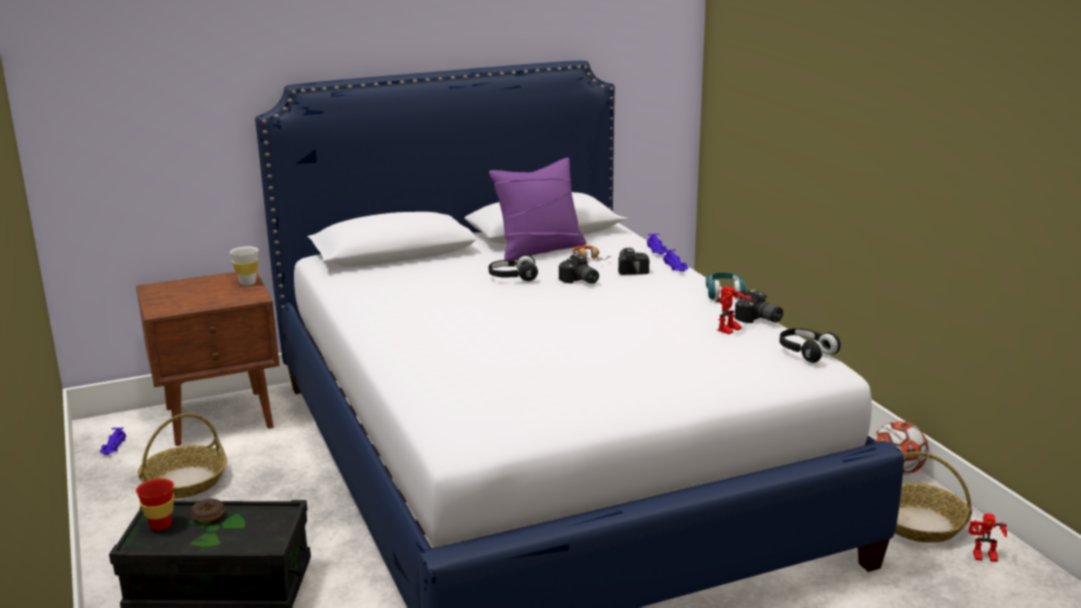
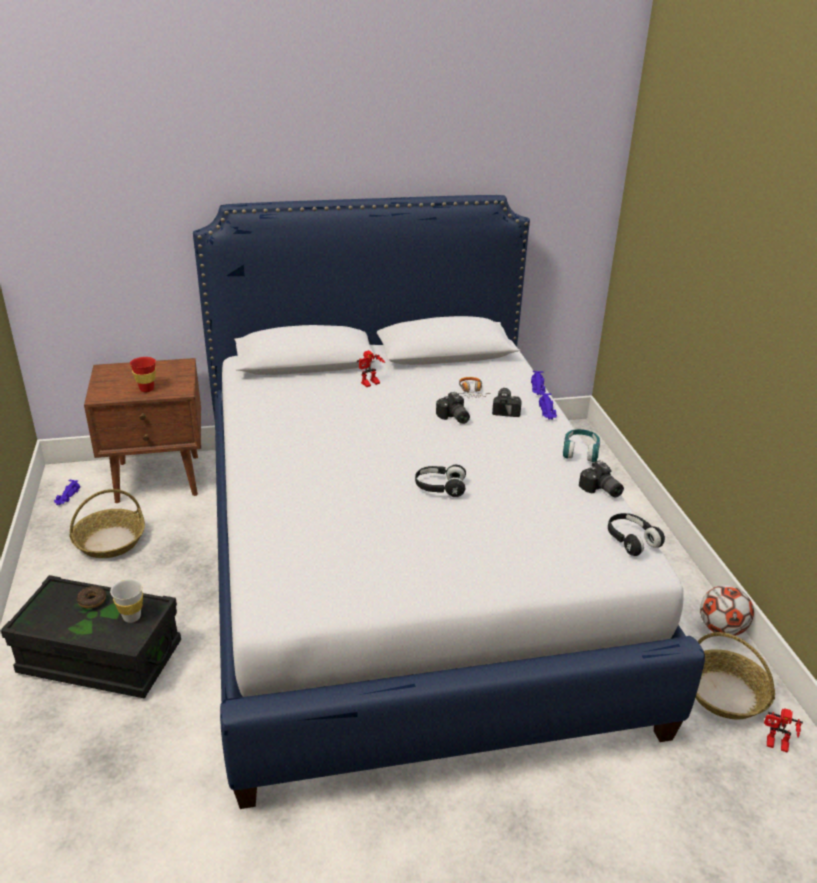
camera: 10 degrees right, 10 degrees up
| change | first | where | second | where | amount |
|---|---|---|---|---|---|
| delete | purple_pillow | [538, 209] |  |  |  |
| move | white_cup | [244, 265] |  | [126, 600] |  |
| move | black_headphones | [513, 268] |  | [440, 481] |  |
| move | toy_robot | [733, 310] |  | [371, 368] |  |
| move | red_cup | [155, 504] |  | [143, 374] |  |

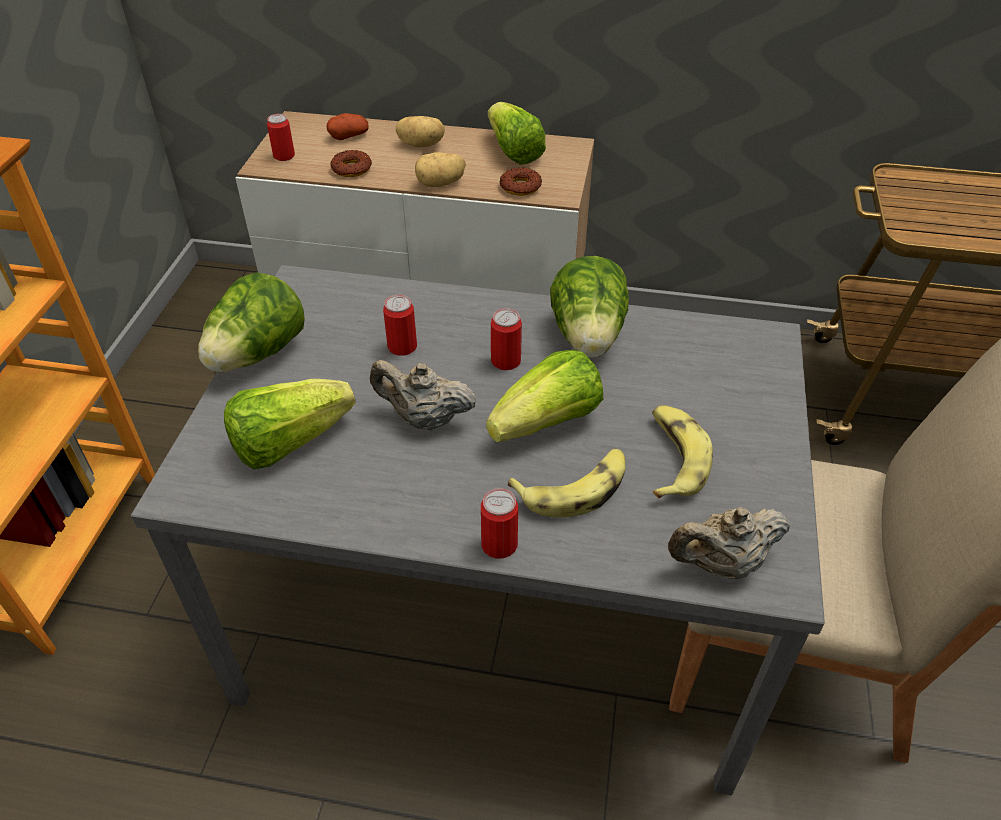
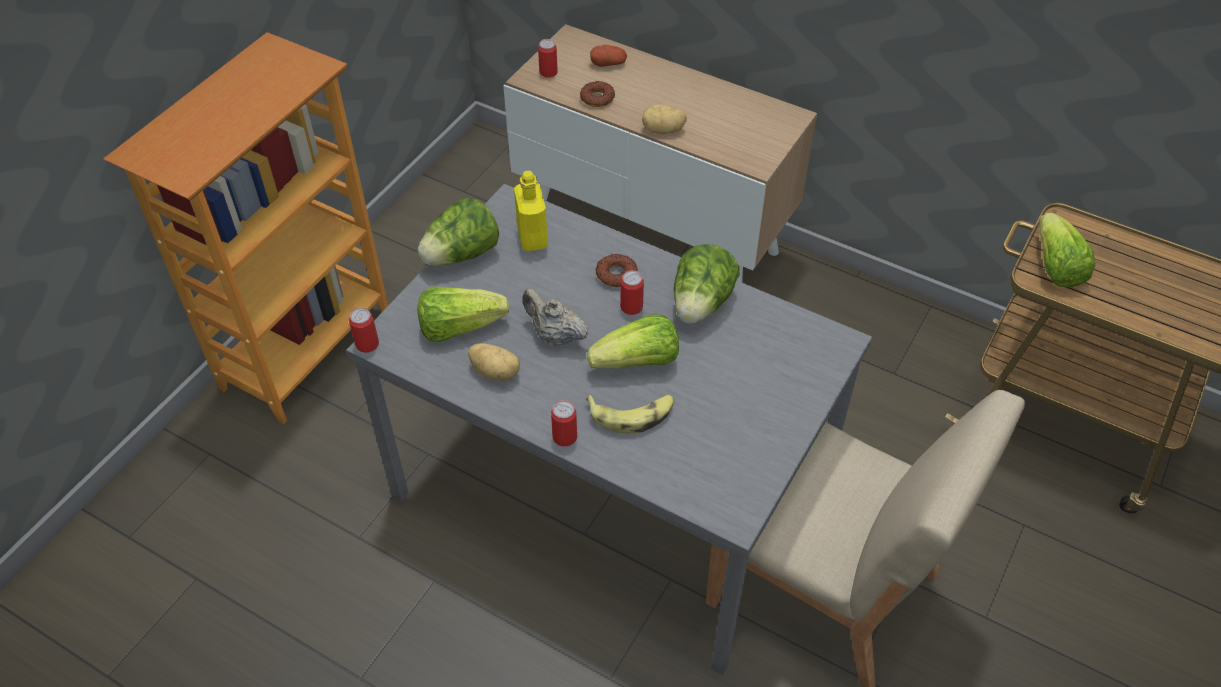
camera: 20 degrees right, 5 degrees up
| change | first | where | second | where | amount |
|---|---|---|---|---|---|
| move | lettuce | [517, 133] |  | [1067, 250] |  |
| move | potato | [420, 131] |  | [494, 362] |  |
| move | donut | [521, 181] |  | [617, 270] |  |
| move | can | [400, 325] |  | [364, 330] |  |
| delete | banana | [682, 451] |  |  |  |
| delete | beige_teapot | [729, 543] |  |  |  |
| insert |  |  | yellow_bottle | [531, 210] |  |

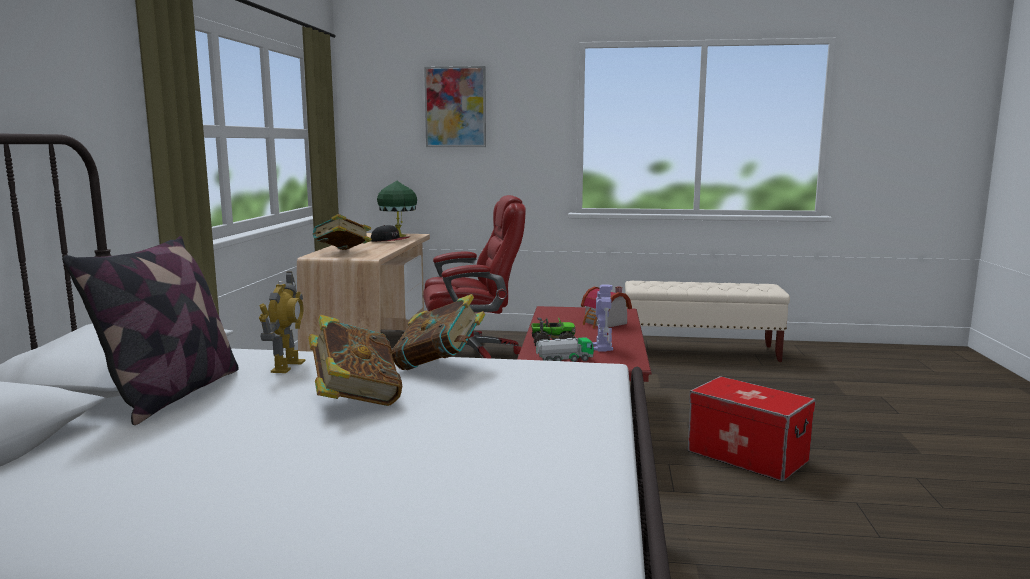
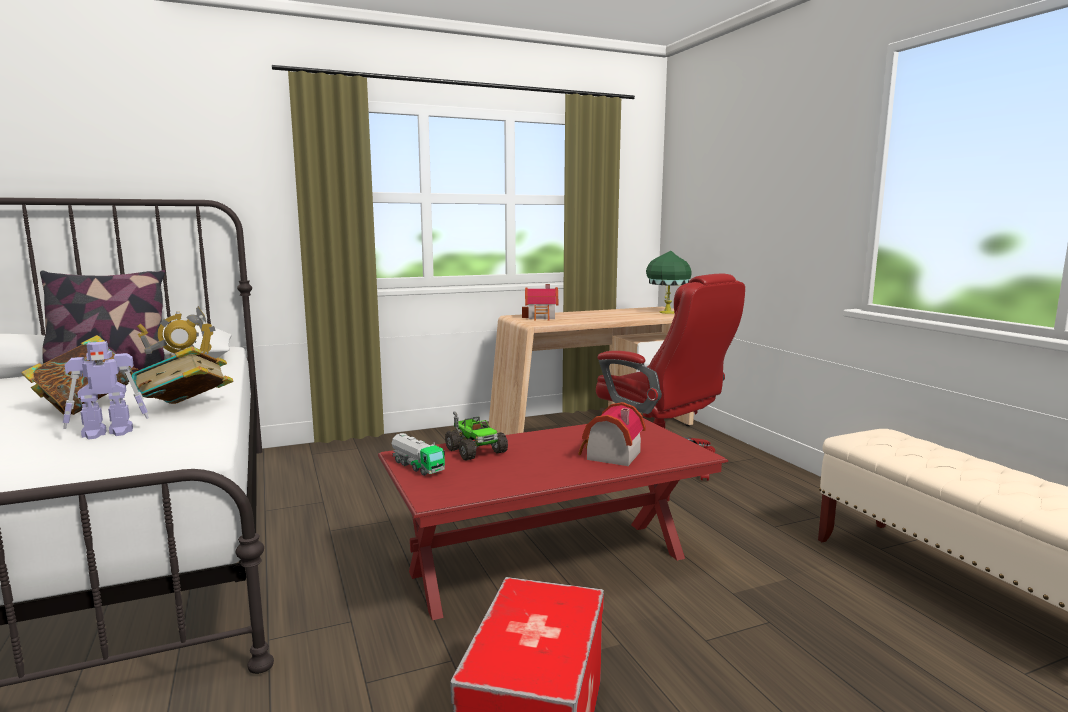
camera: 60 degrees right, 0 degrees up
| change | first | where | second | where | amount |
|---|---|---|---|---|---|
| delete | picture | [455, 106] |  |  |  |
| replace | book | [342, 232] | toy_house | [540, 302] |  |
| delete | cap | [389, 233] |  |  |  |
| move | toy_robot | [602, 318] |  | [106, 390] |  |

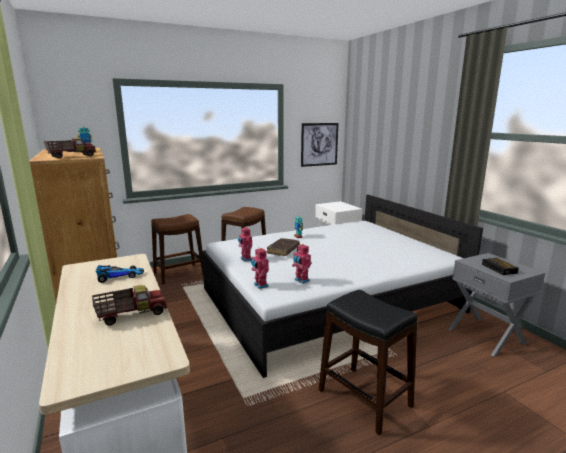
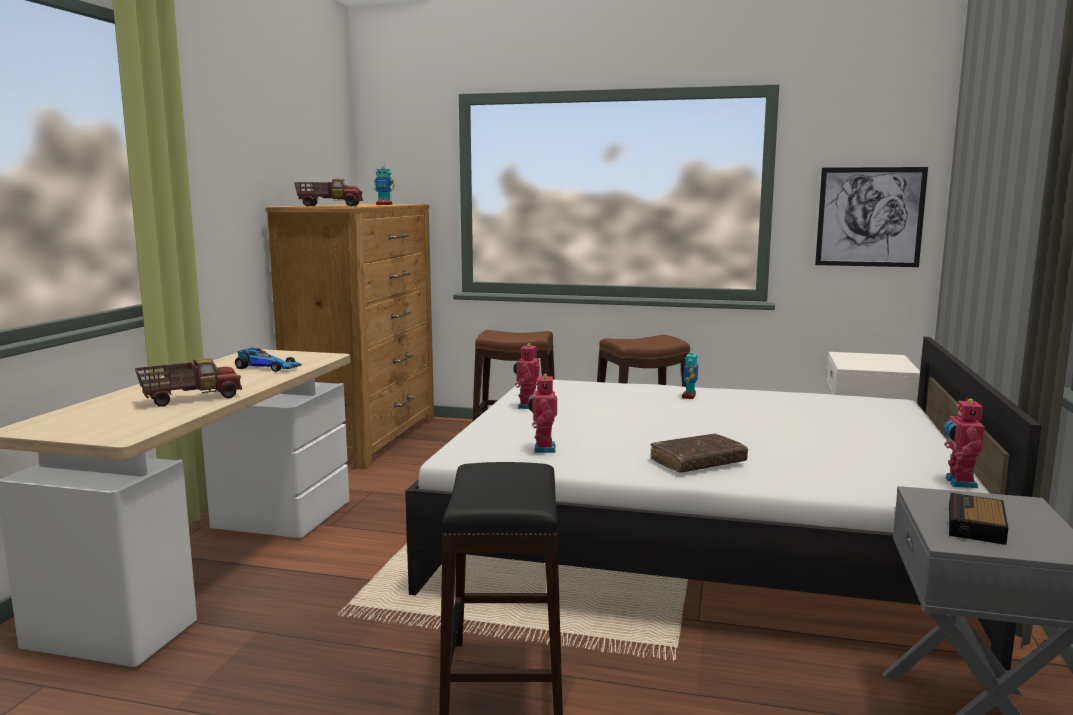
camera: 40 degrees right, 5 degrees down
| change | first | where | second | where | amount |
|---|---|---|---|---|---|
| move | brown_book | [283, 247] |  | [699, 453] |  |
| move | toy_robot | [260, 268] |  | [964, 443] |  |
| rotate | toy_truck | [129, 305] |  | [188, 382] | 45 degrees counterclockwise |

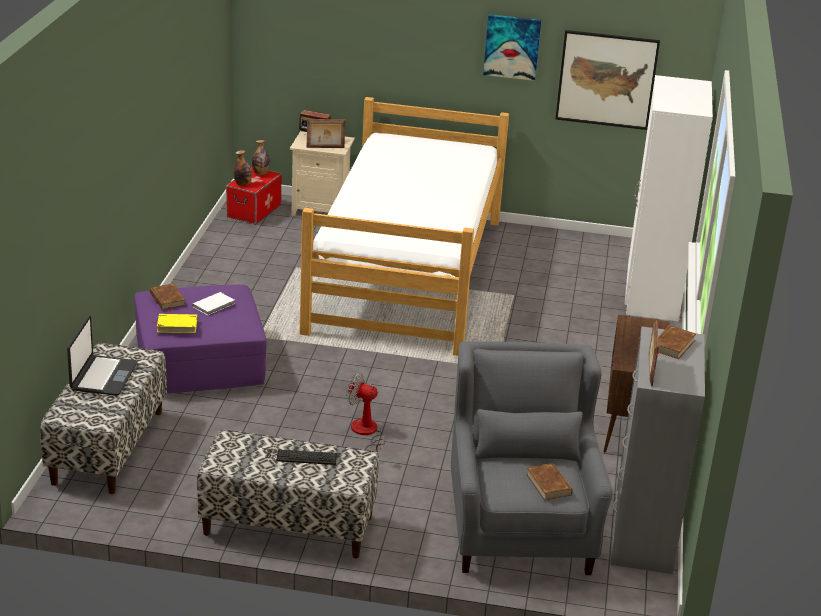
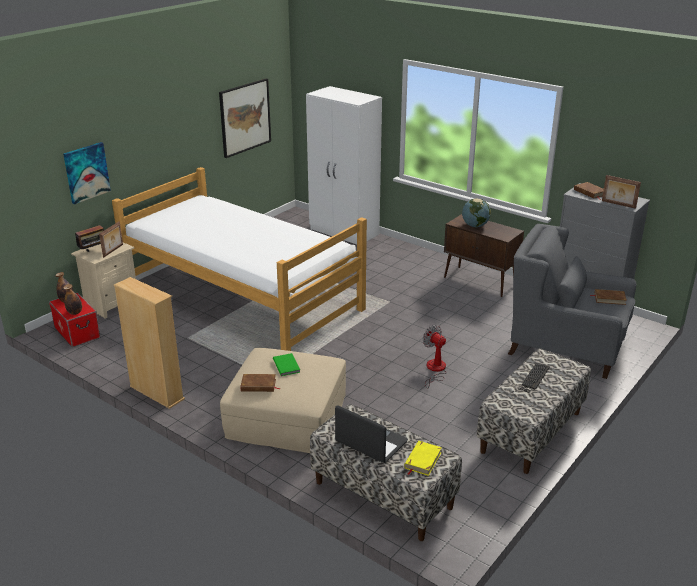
camera: 60 degrees left, 0 degrees up
| change | first | where | second | where | amount |
|---|---|---|---|---|---|
| move | picture | [512, 47] |  | [87, 173] |  |
| recolor | purple_ottoman | [200, 339] | beige_ottoman | [283, 400] |  |
| recolor | white_book | [213, 303] | green_book | [286, 364] |  |
| move | yellow_book | [174, 323] |  | [423, 458] |  |
| rotate | fan | [365, 413] |  | [435, 357] | 90 degrees clockwise |
| insert |  |  | globe | [476, 212] |  |
| insert |  |  | beige_bookcase | [149, 343] |  |

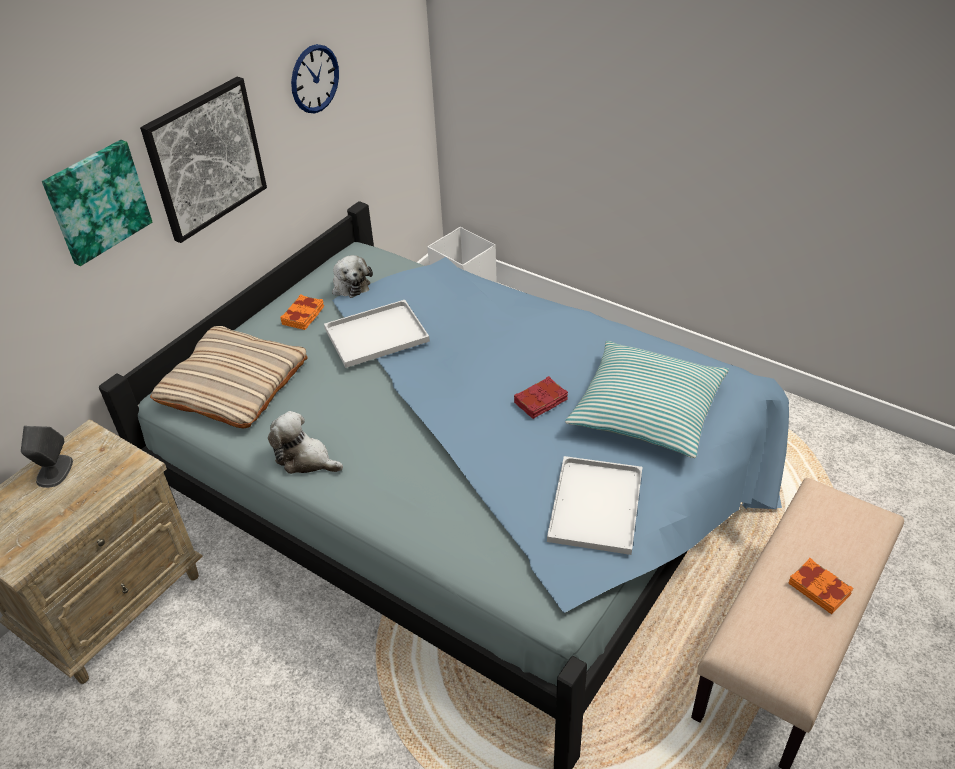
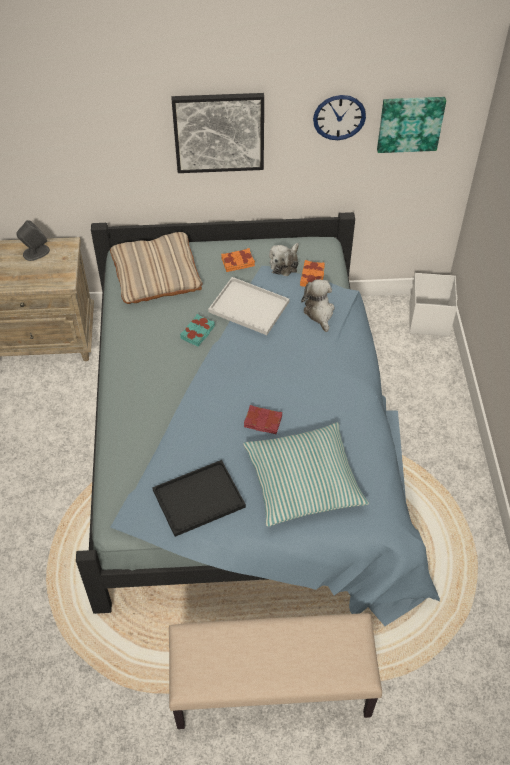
camera: 50 degrees right, 10 degrees up
| change | first | where | second | where | amount |
|---|---|---|---|---|---|
| move | picture | [97, 203] |  | [411, 125] |  |
| move | plush_toy | [305, 442] |  | [318, 305] |  |
| recolor | white_tray | [594, 505] | black_tray | [199, 498] |  |
| move | orange_book | [821, 586] |  | [312, 273] |  |
| insert |  |  | turquoise_book | [197, 330] |  |

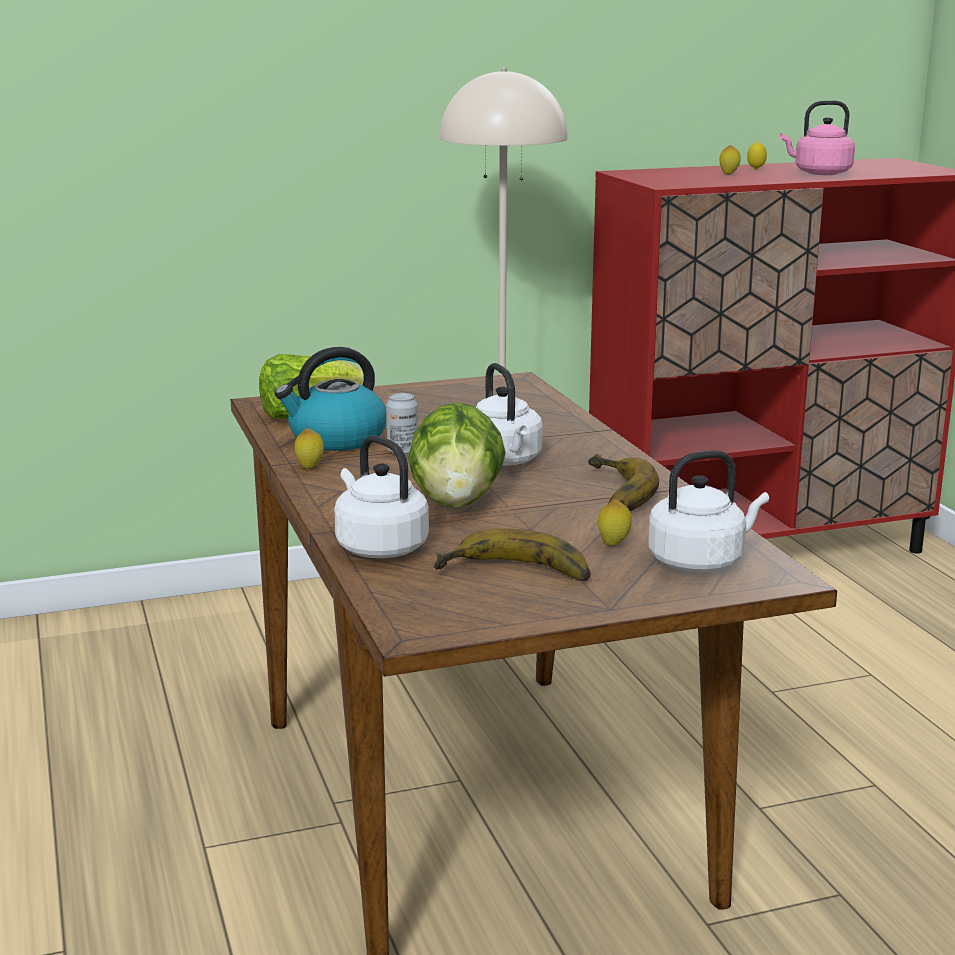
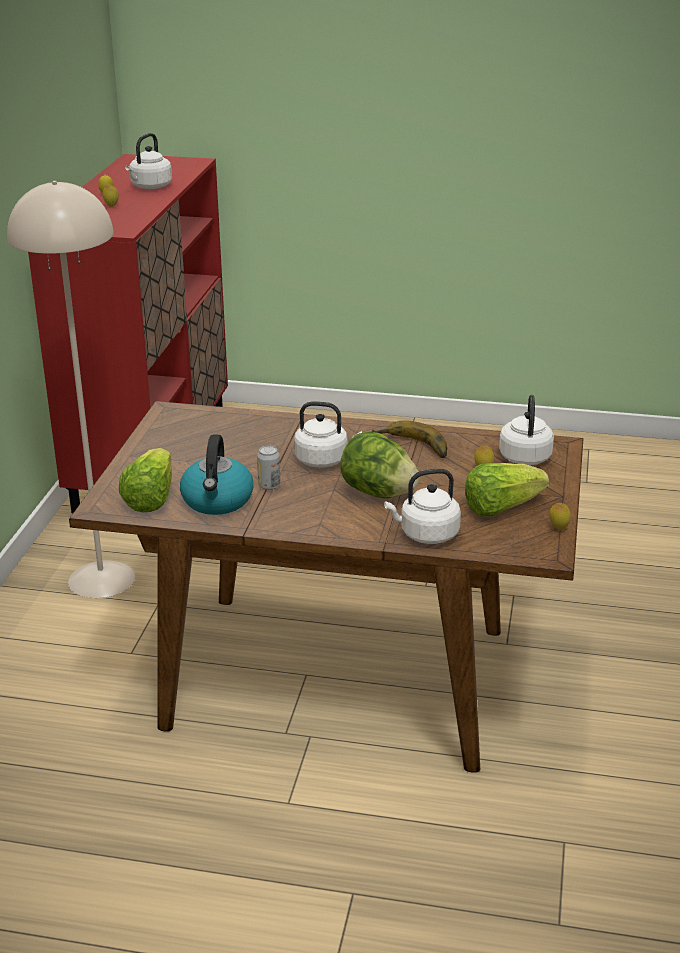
camera: 60 degrees left, 10 degrees up
| change | first | where | second | where | amount |
|---|---|---|---|---|---|
| recolor | pink_kettle | [817, 137] | white_kettle | [148, 161] |  |
| move | lemon | [309, 448] |  | [560, 516] |  |
| replace | banana | [512, 554] | lettuce | [507, 489] |  |

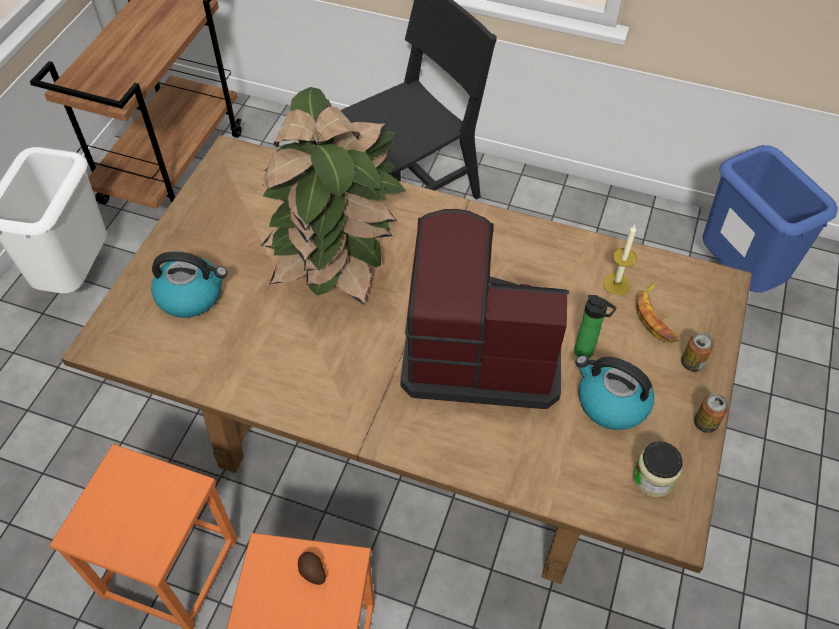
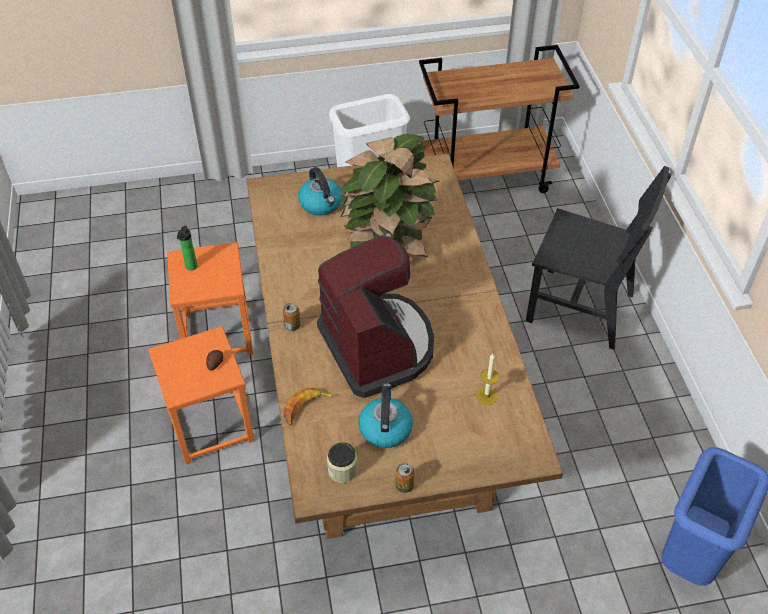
camera: 60 degrees right, 5 degrees down
| change | first | where | second | where | amount |
|---|---|---|---|---|---|
| move | banana | [657, 312] |  | [310, 407] |  |
| move | bottle | [595, 326] |  | [187, 248] |  |
| move | can | [697, 352] |  | [291, 317] |  |

